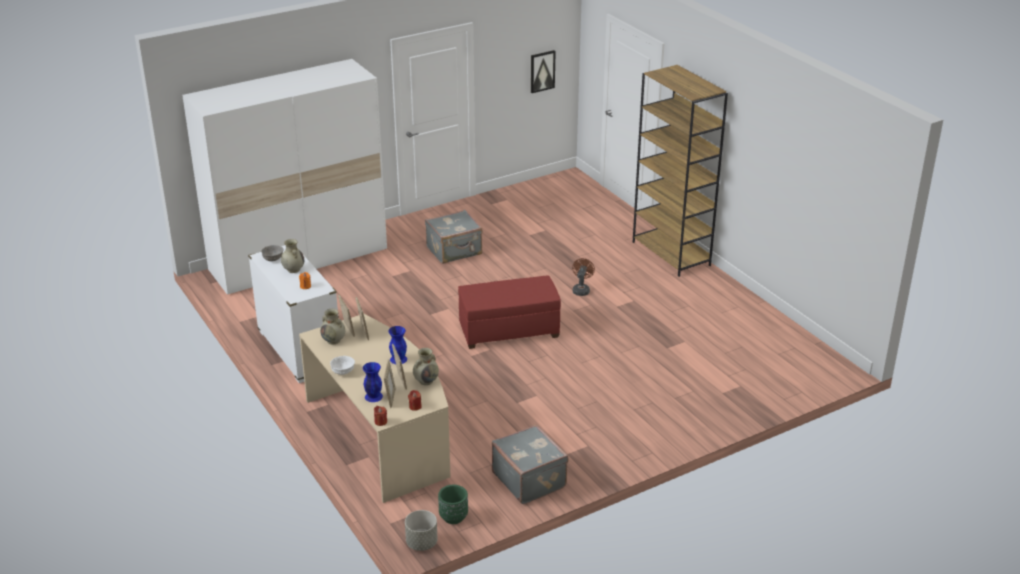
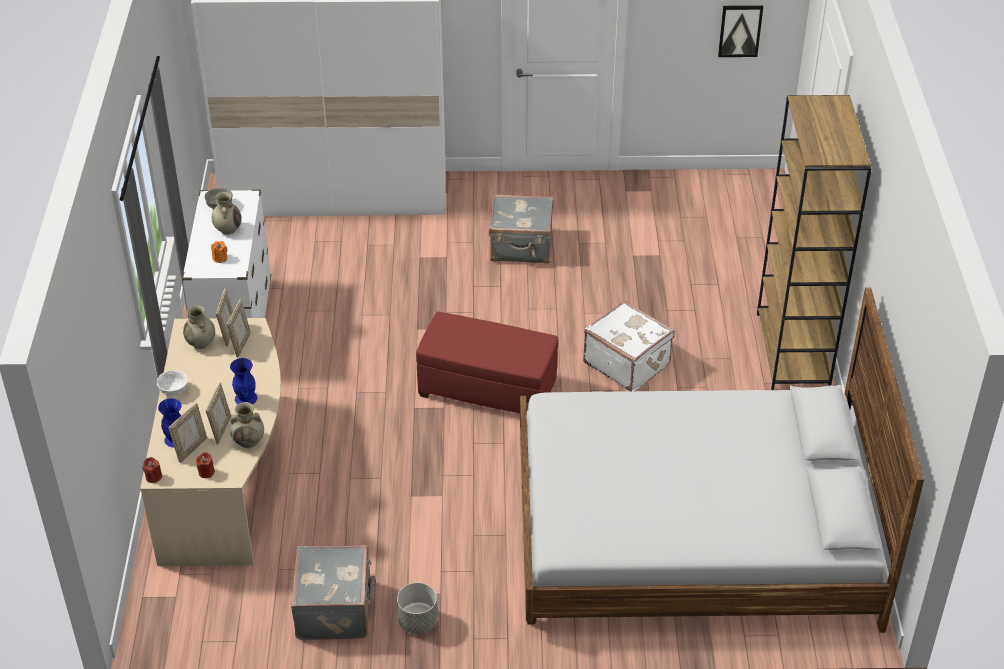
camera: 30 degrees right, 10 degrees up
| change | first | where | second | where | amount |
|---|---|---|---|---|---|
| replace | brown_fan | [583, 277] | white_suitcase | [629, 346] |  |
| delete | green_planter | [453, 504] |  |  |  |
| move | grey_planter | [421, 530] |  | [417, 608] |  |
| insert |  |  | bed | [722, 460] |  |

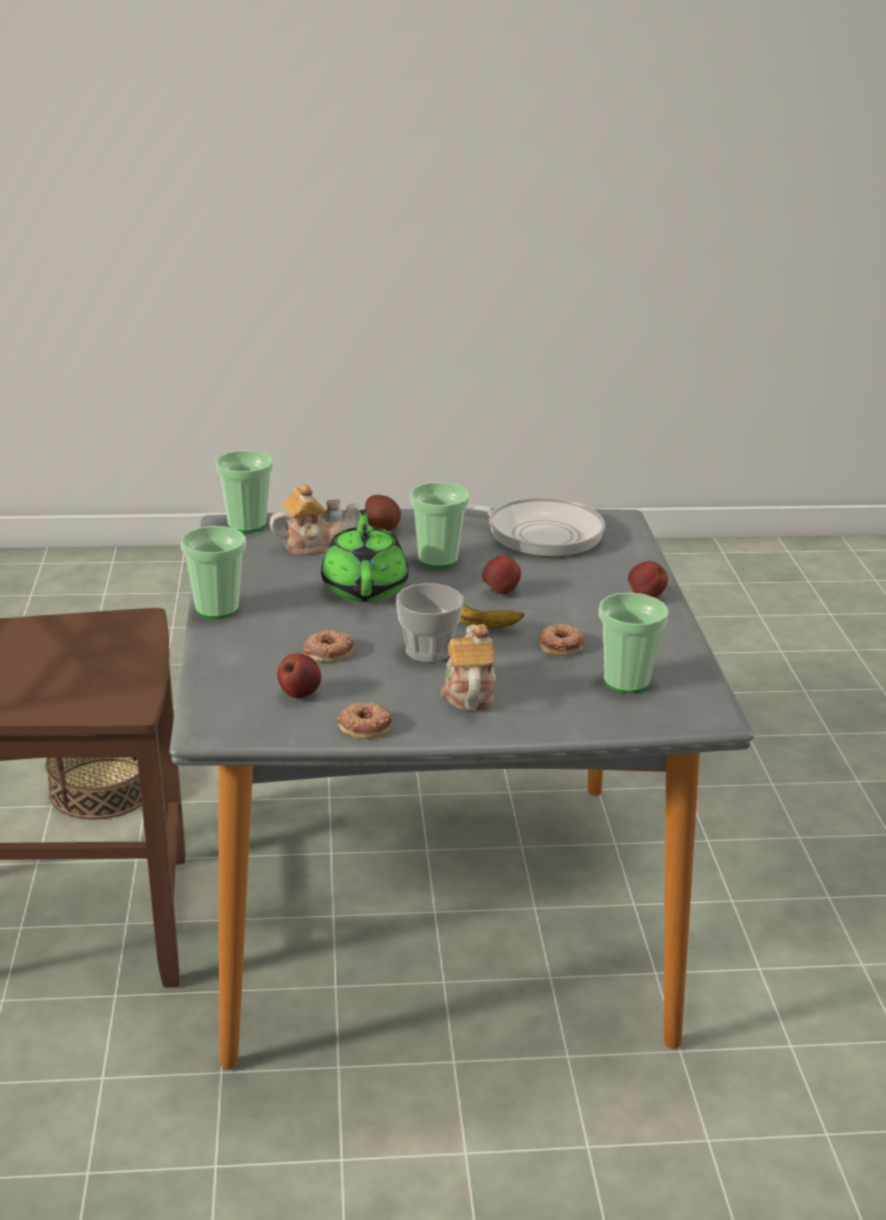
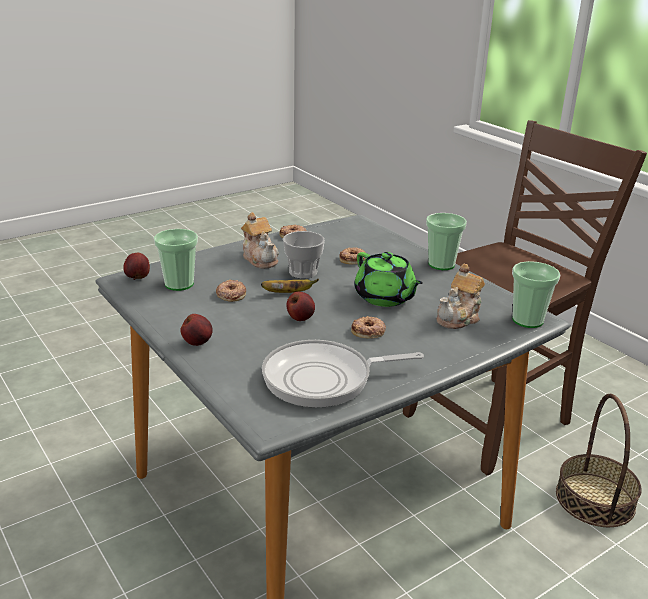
camera: 150 degrees right, 0 degrees up
| change | first | where | second | where | amount |
|---|---|---|---|---|---|
| replace | cup | [440, 525] | donut | [368, 327] |  |
| delete | potato | [383, 513] |  |  |  |
| move | apple | [299, 675] |  | [136, 266] |  |

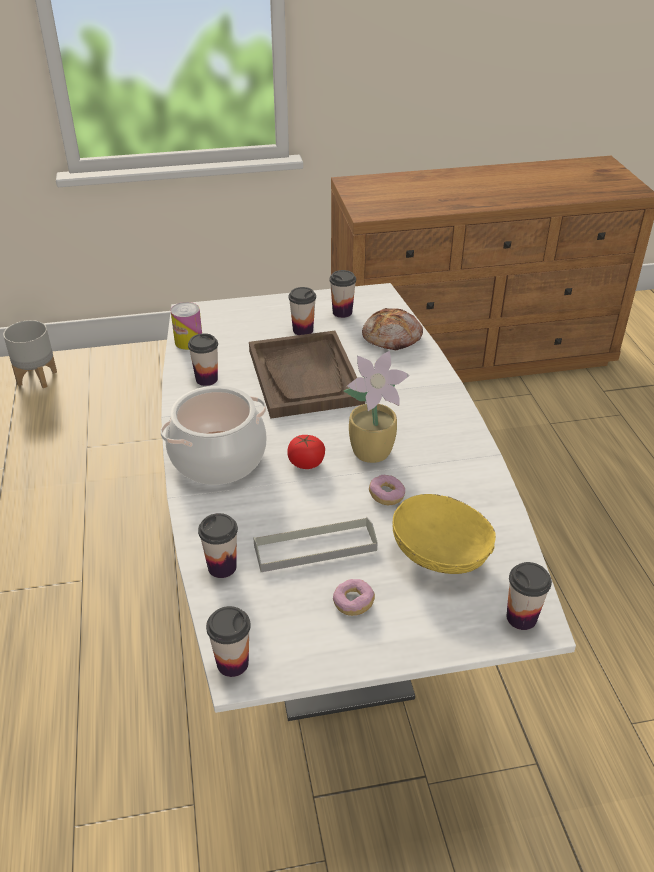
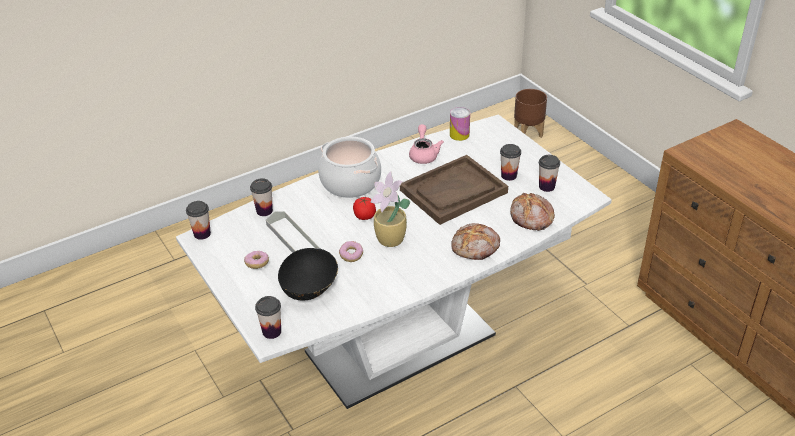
camera: 70 degrees right, 0 degrees up
| change | first | where | second | where | amount |
|---|---|---|---|---|---|
| recolor | grey_planter | [30, 354] | brown_planter | [530, 113] |  |
| replace | cup | [203, 359] | pink_teapot | [426, 144] |  |
| recolor | yellow_bowl | [444, 534] | black_bowl | [308, 274] |  |
| insert |  |  | bread | [475, 241] |  |

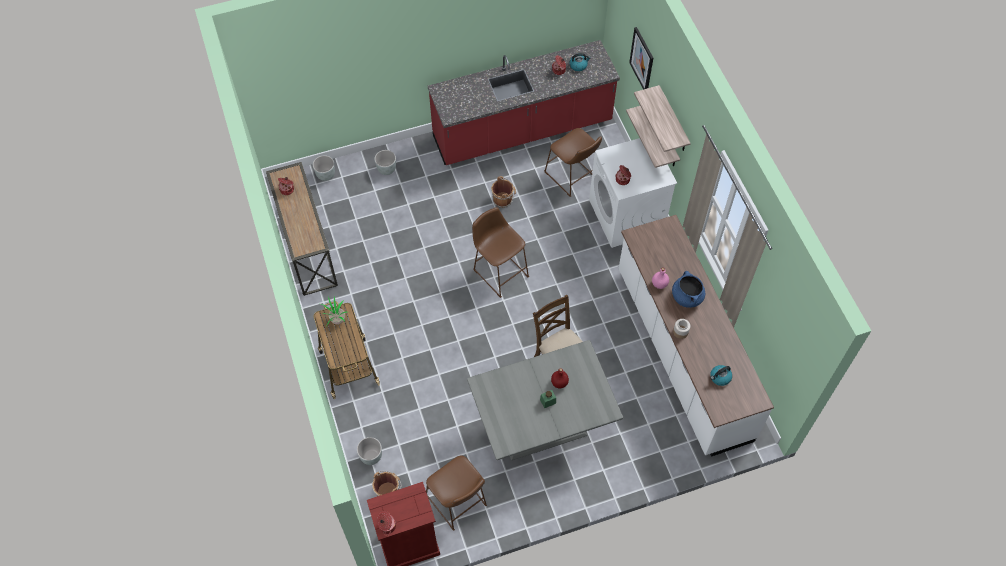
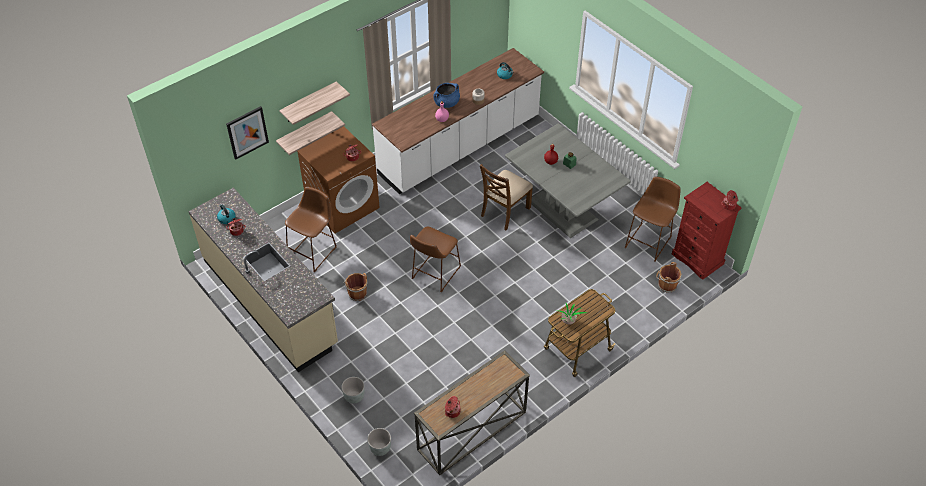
camera: 110 degrees left, 10 degrees down
| change | first | where | second | where | amount |
|---|---|---|---|---|---|
| recolor | red_counter | [524, 102] | beige_counter | [263, 279] |  |
| recolor | white_washing_machine | [633, 193] | brown_washing_machine | [338, 179] |  |
| delete | grey_planter | [369, 451] |  |  |  |

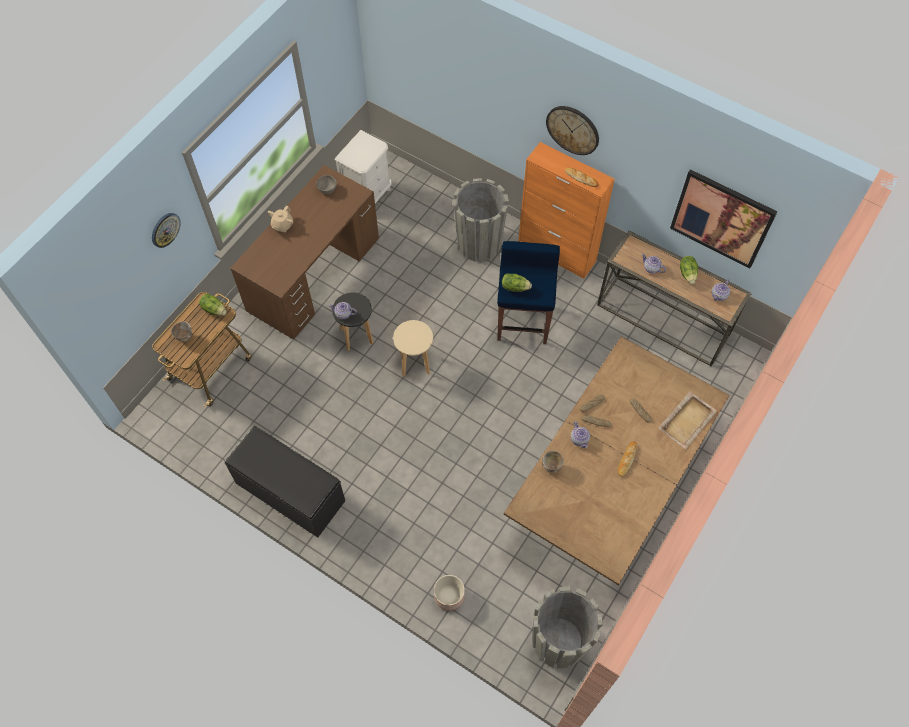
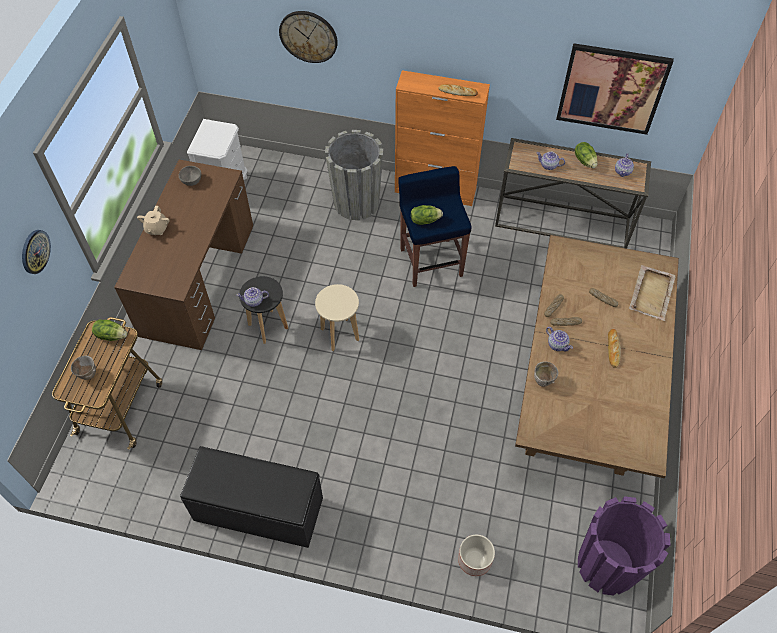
camera: 20 degrees left, 5 degrees down
| change | first | where | second | where | amount |
|---|---|---|---|---|---|
| move | wall_clock | [572, 130] |  | [308, 37] |  |
| recolor | grey_planter | [568, 627] | purple_planter | [624, 546] |  |

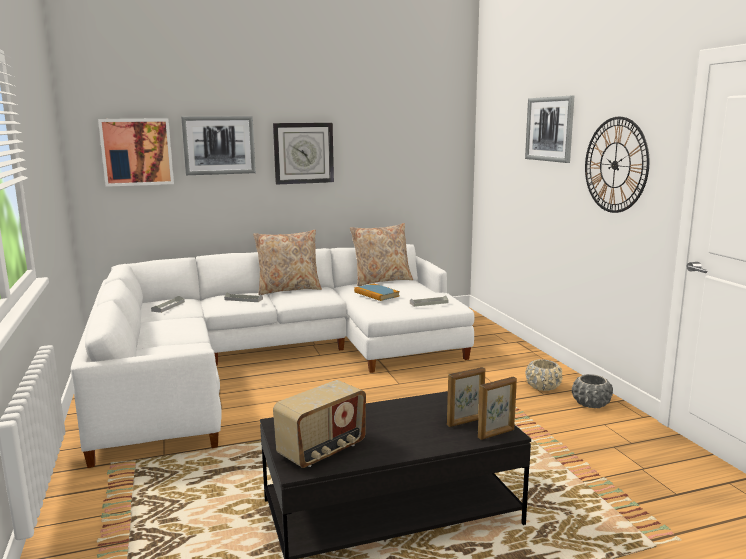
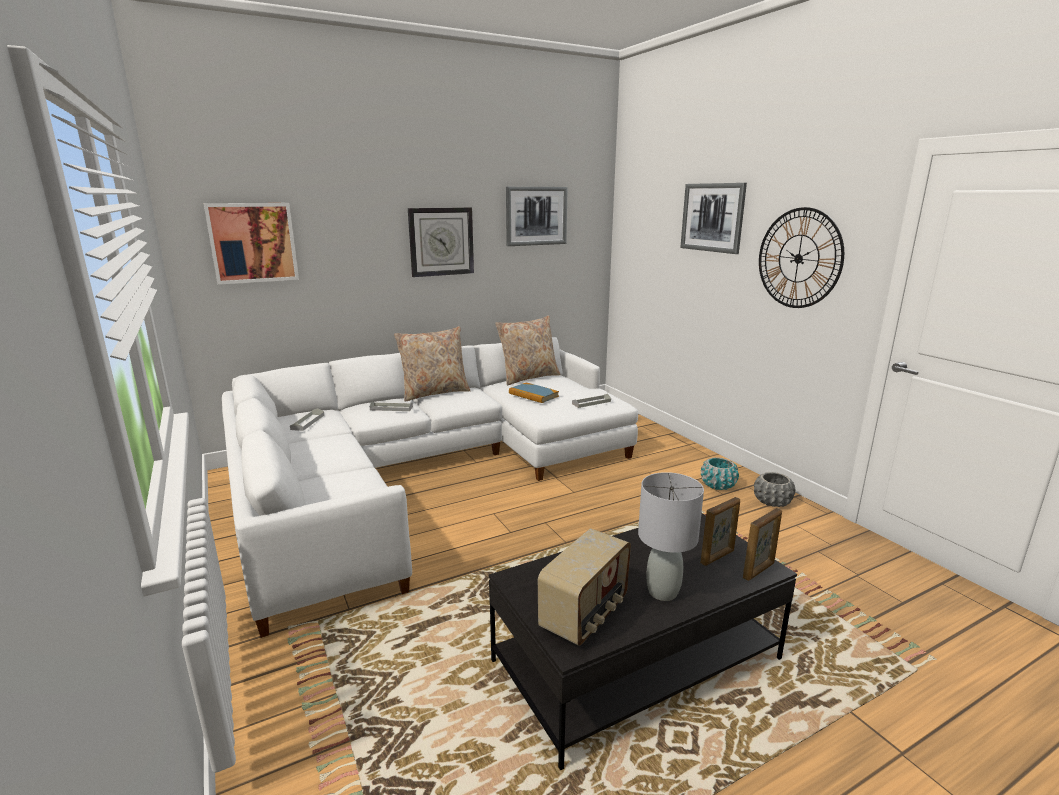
camera: 10 degrees left, 5 degrees up
| change | first | where | second | where | amount |
|---|---|---|---|---|---|
| move | picture | [218, 145] |  | [537, 216] |  |
| recolor | beige_planter | [544, 375] | turquoise_planter | [720, 473] |  |
| insert |  |  | grey_table_lamp | [671, 536] |  |

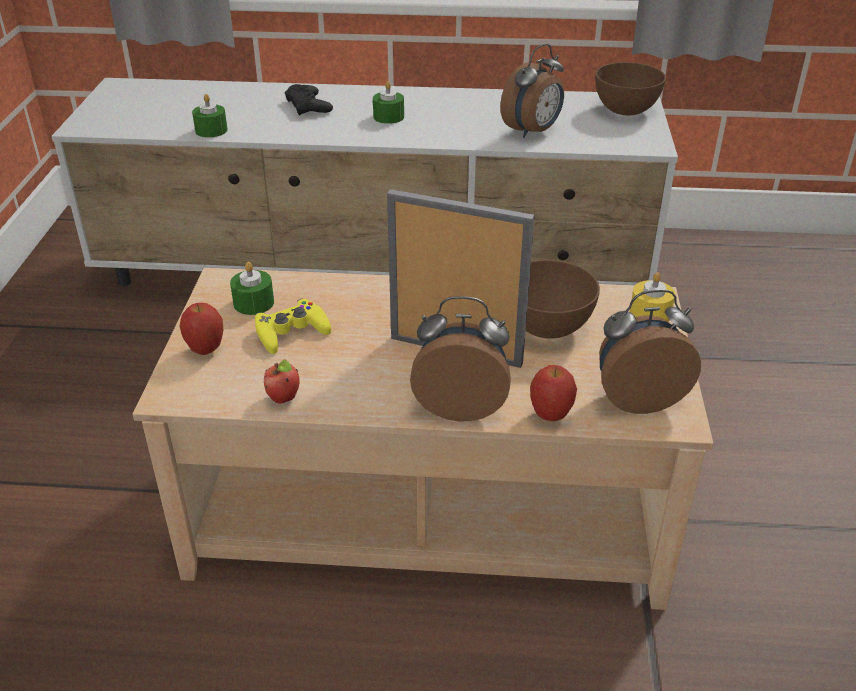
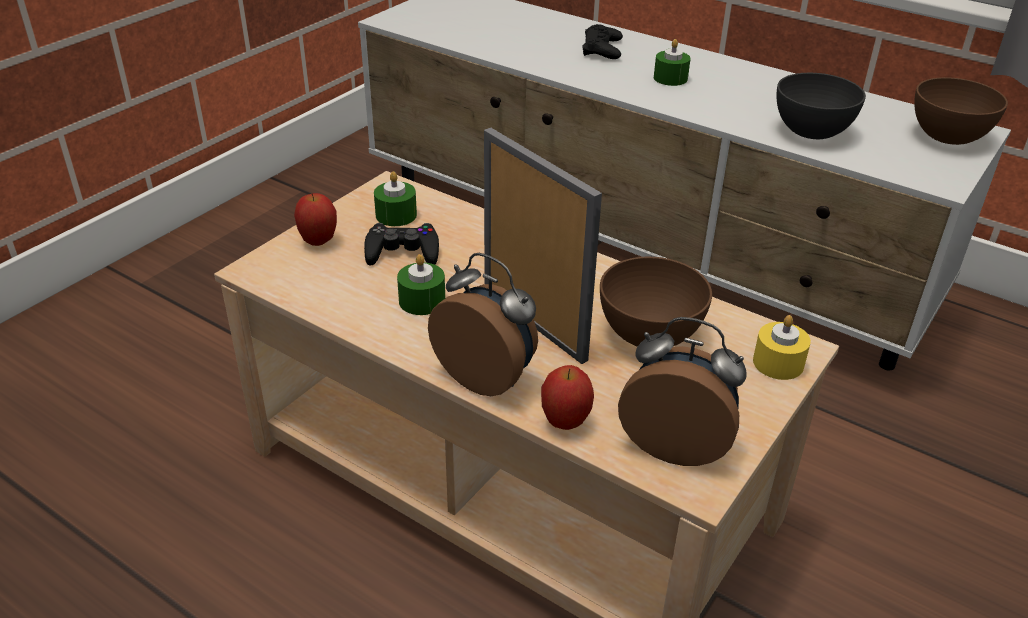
camera: 30 degrees right, 0 degrees up
| change | first | where | second | where | amount |
|---|---|---|---|---|---|
| replace | alarm_clock | [532, 91] | grey_bowl | [821, 106] |  |
| move | green_candle | [210, 115] |  | [421, 284] |  |
| recolor | yellow_game_controller | [293, 326] | black_game_controller | [401, 244] |  |
| delete | apple | [282, 382] |  |  |  |

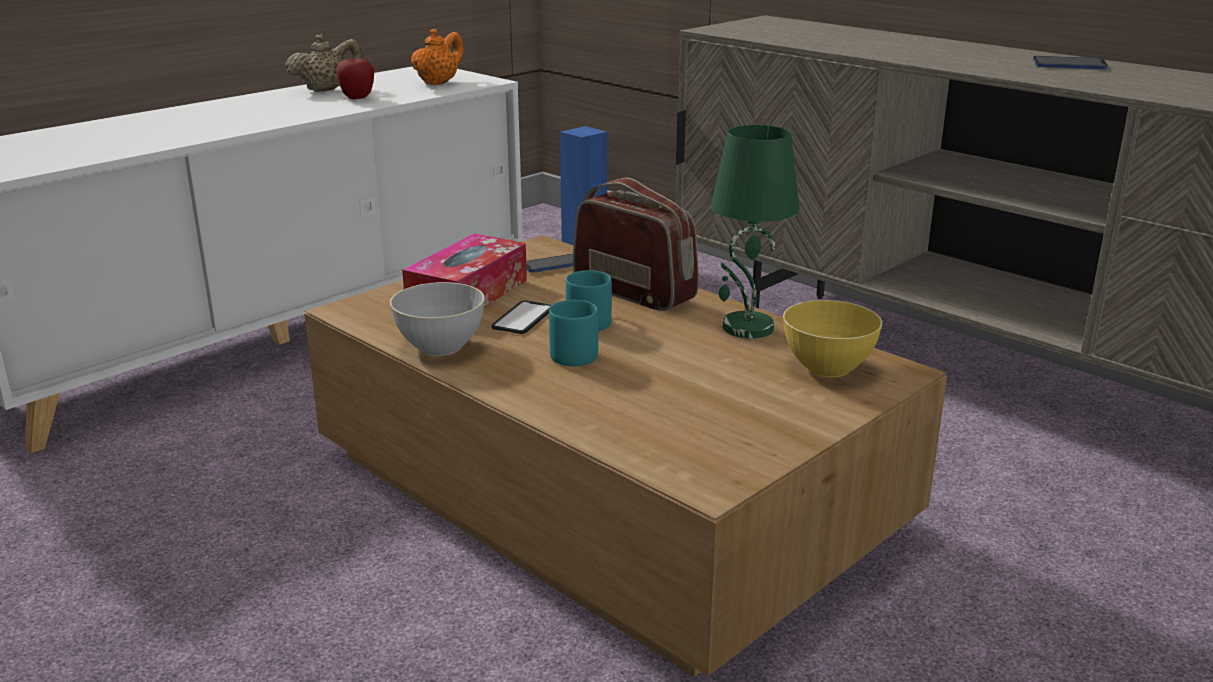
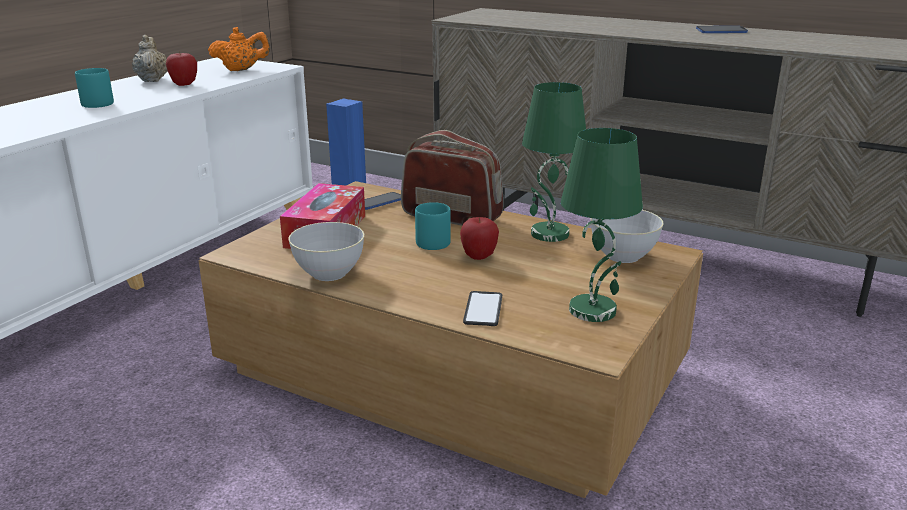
camera: 15 degrees left, 0 degrees up
| change | first | where | second | where | amount |
|---|---|---|---|---|---|
| rotate | orange_teapot | [437, 57] |  | [239, 49] | 60 degrees clockwise |
| rotate | beige_teapot | [324, 63] |  | [150, 58] | 60 degrees counterclockwise |
| move | turquoise_mug | [573, 333] |  | [94, 88] |  |
| recolor | yellow_bowl | [832, 338] | grey_bowl | [627, 236] |  |
| move | phone | [522, 317] |  | [482, 308] |  |
| insert |  |  | green_table_lamp | [602, 225] |  |
| insert |  |  | apple | [479, 238] |  |

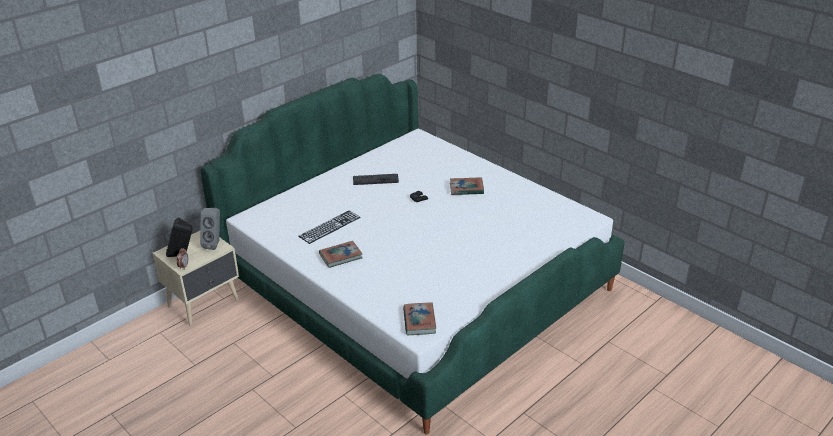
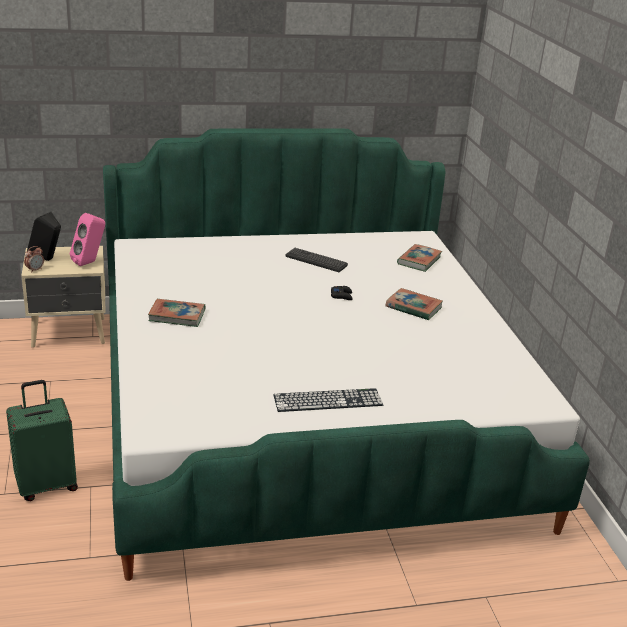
camera: 30 degrees right, 5 degrees down
| change | first | where | second | where | amount |
|---|---|---|---|---|---|
| recolor | grey_speaker | [210, 229] | pink_speaker | [87, 239] |  |
| move | keyboard | [330, 227] |  | [328, 400] |  |
| move | book | [419, 319] |  | [419, 258] |  |
| insert |  |  | green_suitcase | [42, 440] |  |

